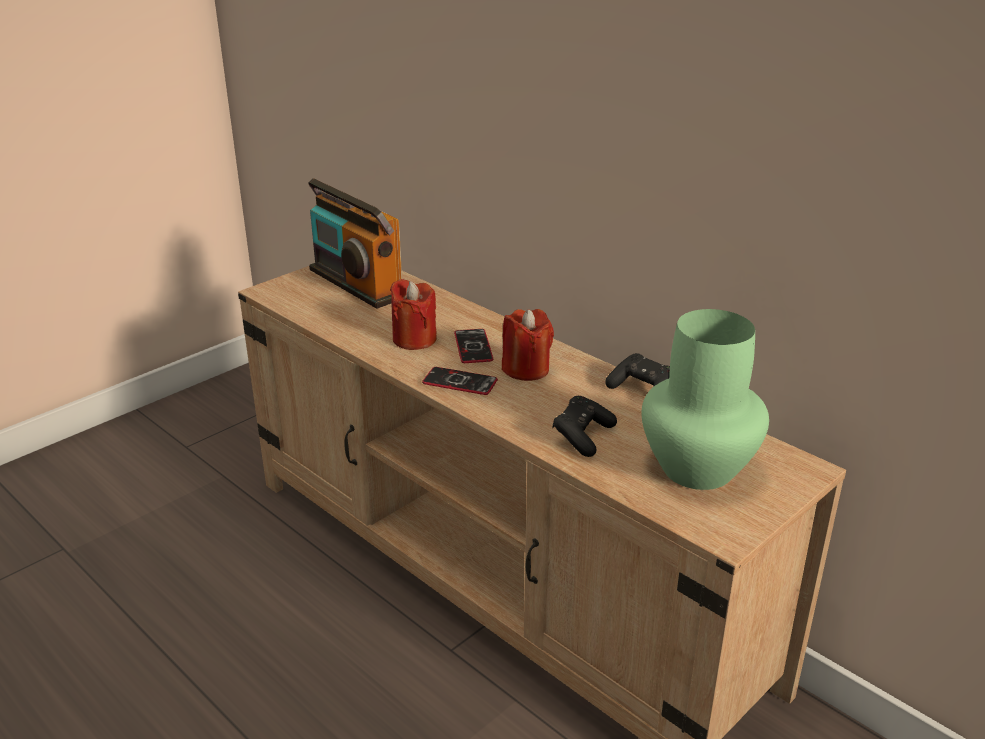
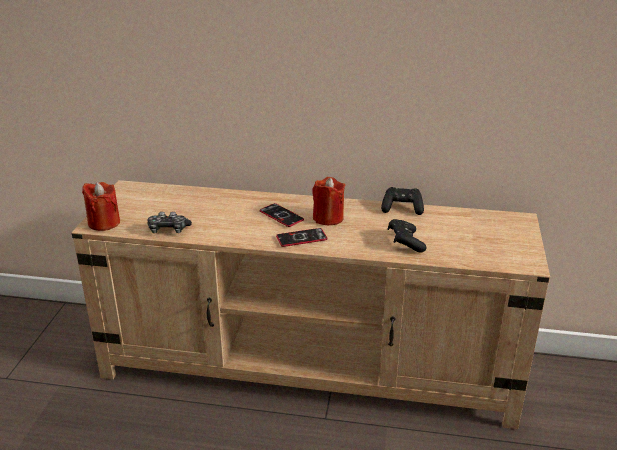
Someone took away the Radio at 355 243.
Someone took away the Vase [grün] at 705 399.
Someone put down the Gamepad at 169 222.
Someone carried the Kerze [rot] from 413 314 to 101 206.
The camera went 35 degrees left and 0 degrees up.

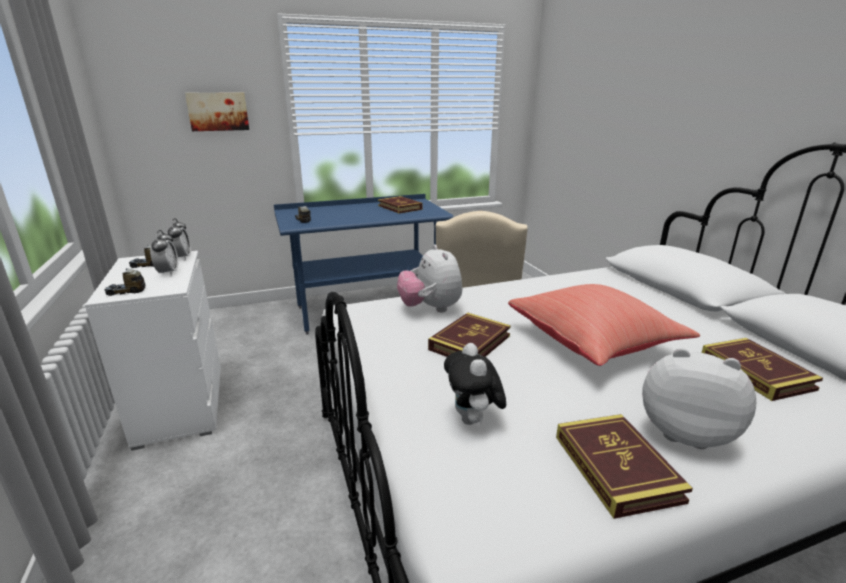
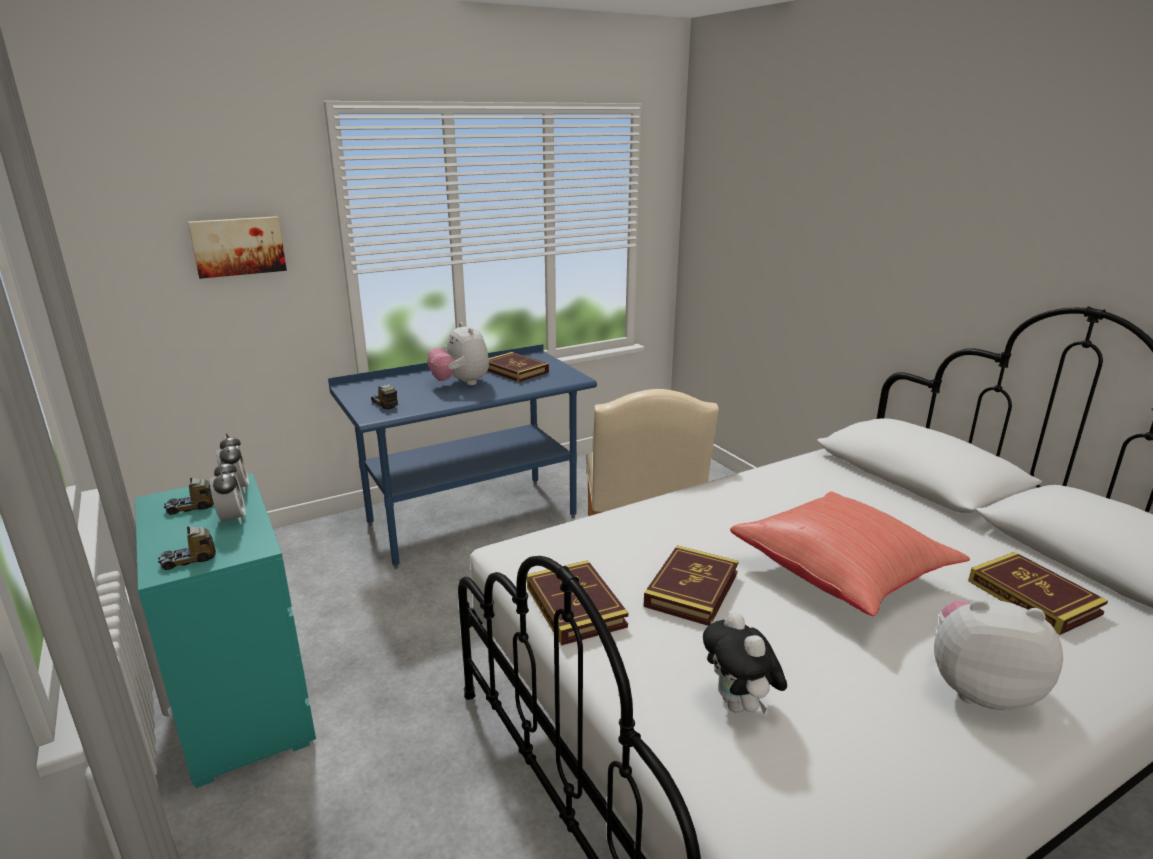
Someone carried the Plüschtier from 429 278 to 458 353.
Someone carried the Buch from 624 466 to 578 603.
Someone repainted the Kommode [weiß] at 153 351, which became the Kommode [türkis] at 225 630.
The camera went 10 degrees left and 0 degrees up.

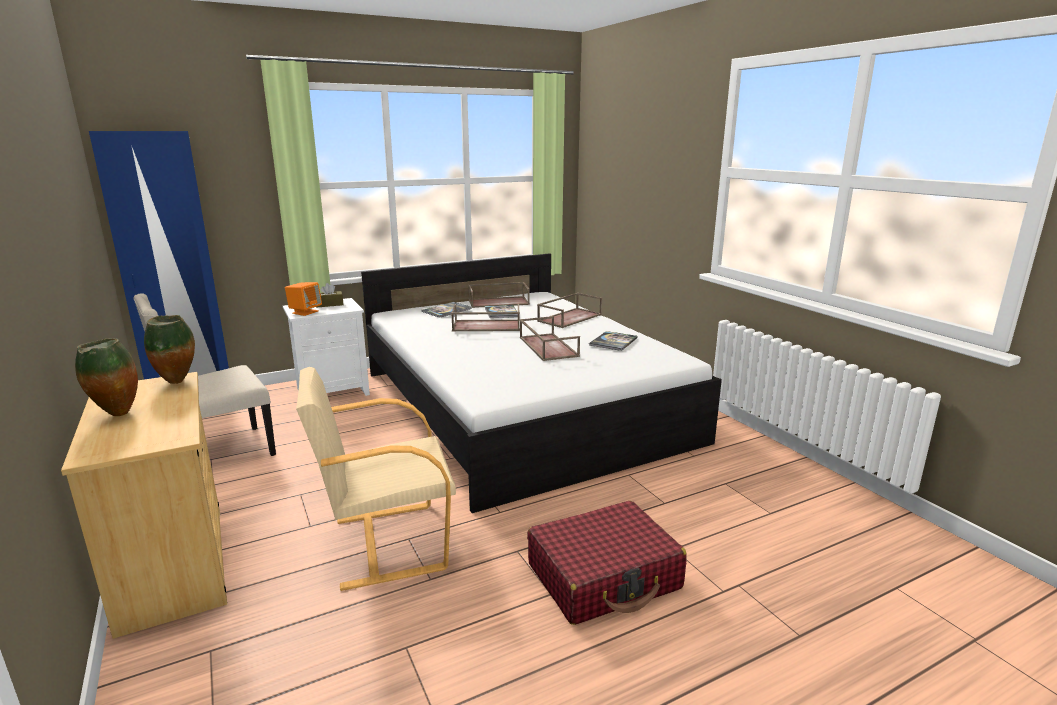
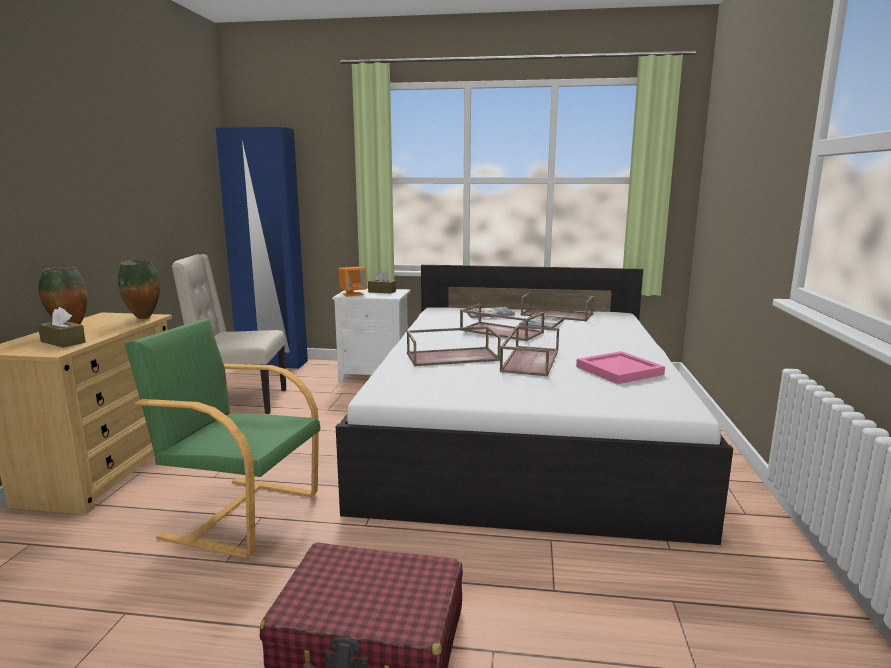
Someone put down the Taschentuchbox [braun] at 62 327.
Someone carried the Tablett [braun] from 569 310 to 454 346.
Someone swapped the Buch at 613 341 for the Tablett [rosa] at 620 367.
Someone repainted the Sessel [beige] at 376 479, which became the Sessel [grün] at 222 438.
The camera went 35 degrees right and 5 degrees down.

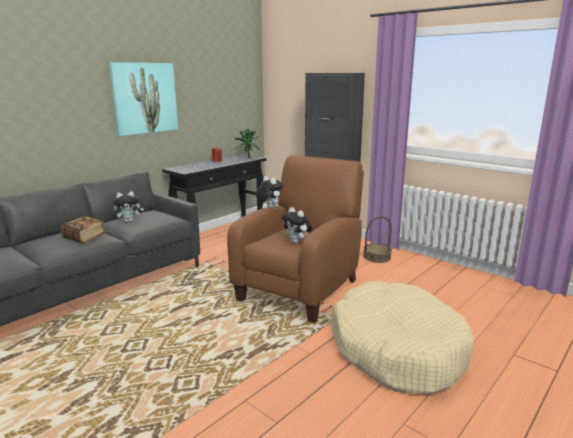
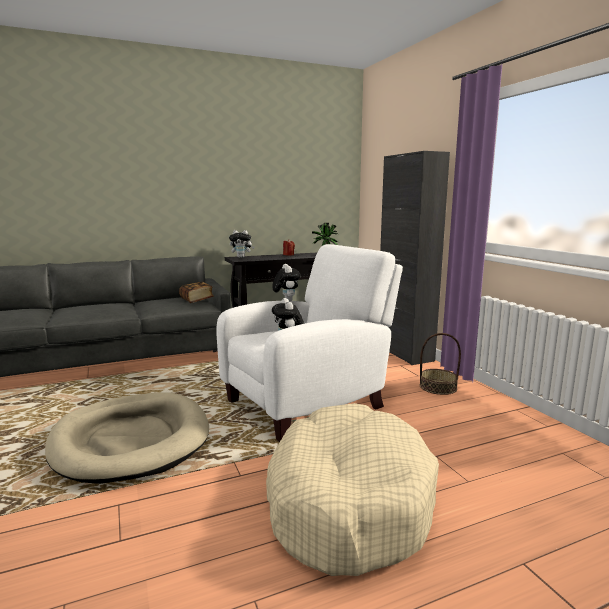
Someone took away the Bild at 143 99.
Someone put down the Hundebett [beige] at 127 438.
Someone carried the Buch from 83 230 to 196 292.
Someone carried the Plüschtier from 128 207 to 242 244.
Someone repainted the Sessel [braun] at 295 239, which became the Sessel [weiß] at 309 343.
The camera went 25 degrees right and 5 degrees down.

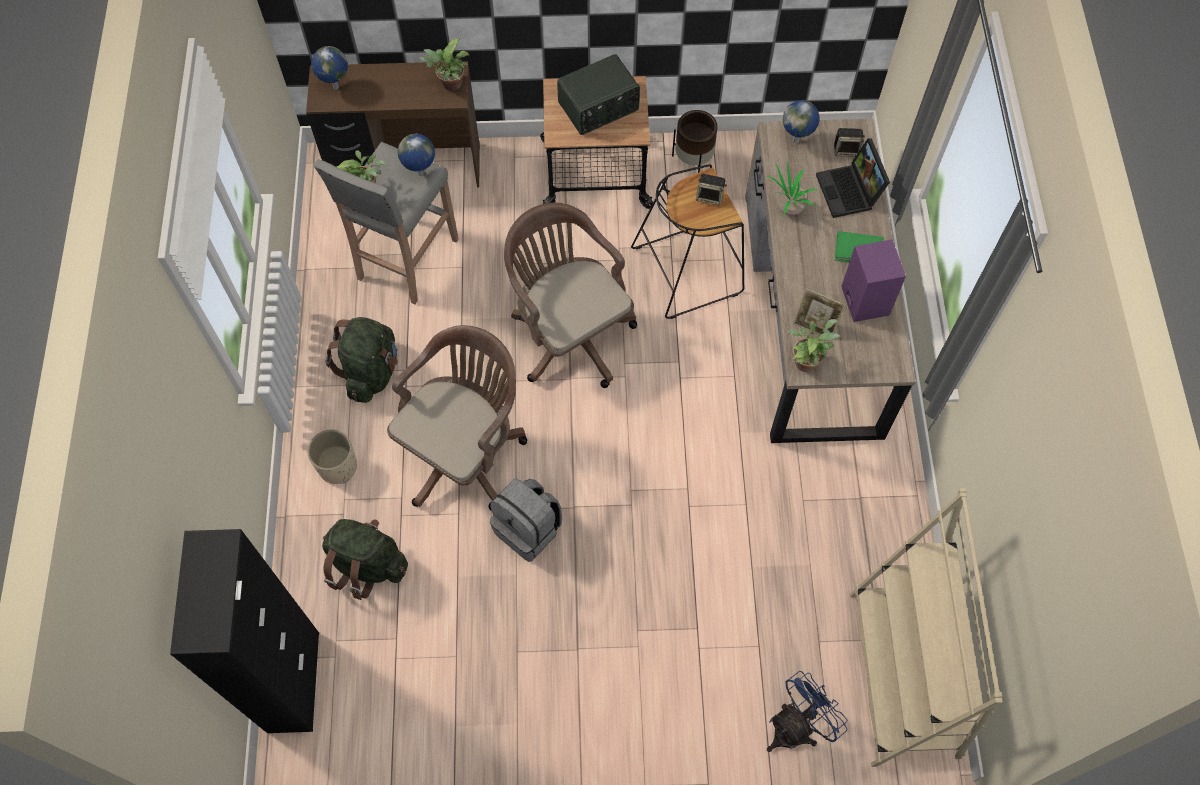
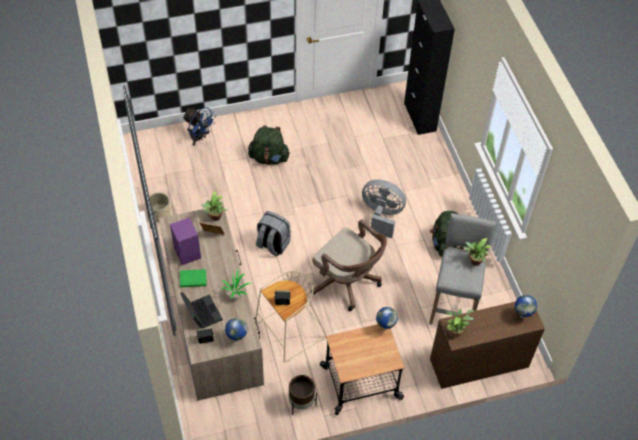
Someone took away the Radio at 598 94.
Someone took away the Bücherregal [beige] at 926 627.
Someone carried the Pflanzkübel [beige] from 332 457 to 160 207.
Someone carried the Rucksack [grün] from 365 559 to 269 145.
Someone carried the Globus from 416 155 to 387 318.
Someone carried the Rucksack [grau] from 526 520 to 273 233.
Someone swapped the Bürostuhl [braun] at 457 417 for the Ventilator [grau] at 384 208.
Someone repainted the Hocker [schwarz] at 687 241, which became the Hocker [beige] at 290 316.
Someone rotated the Ventilator [blau] at 807 711 by 90 degrees counterclockwise.
The camera went 165 degrees right and 10 degrees down.

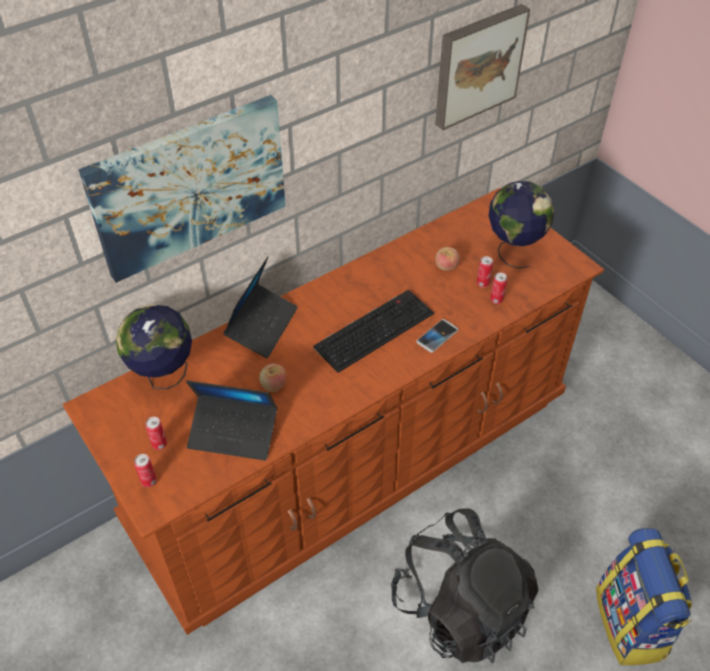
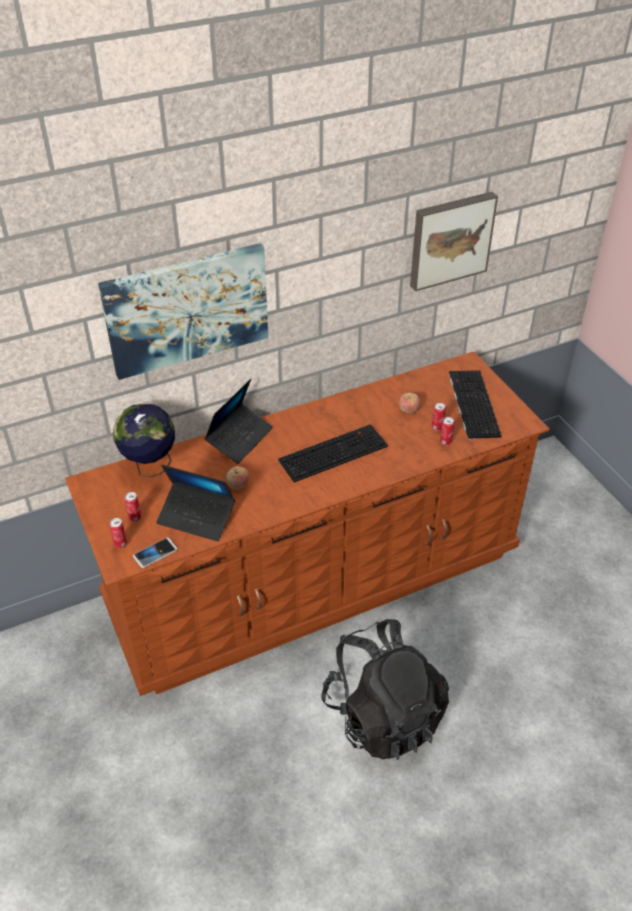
Someone took away the Rucksack at 644 597.
Someone carried the Handy from 437 336 to 155 552.
Someone swapped the Globus at 521 225 for the Tastatur at 475 404.
The camera went 10 degrees right and 5 degrees down.

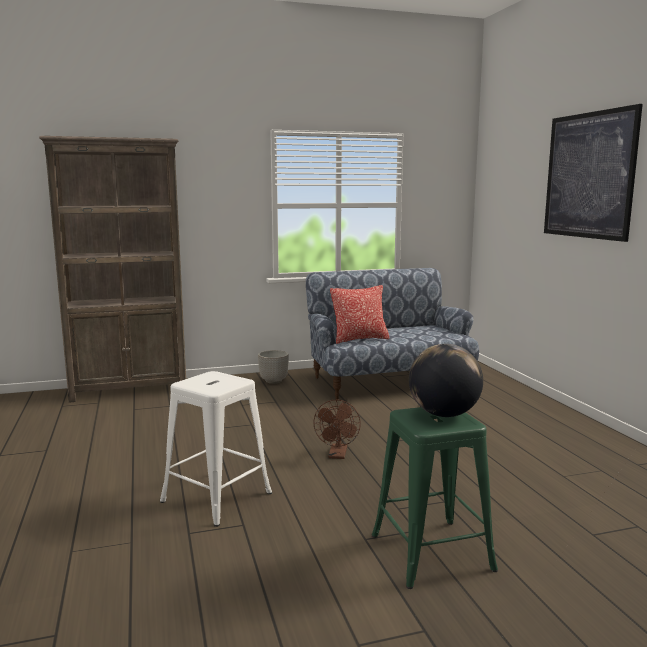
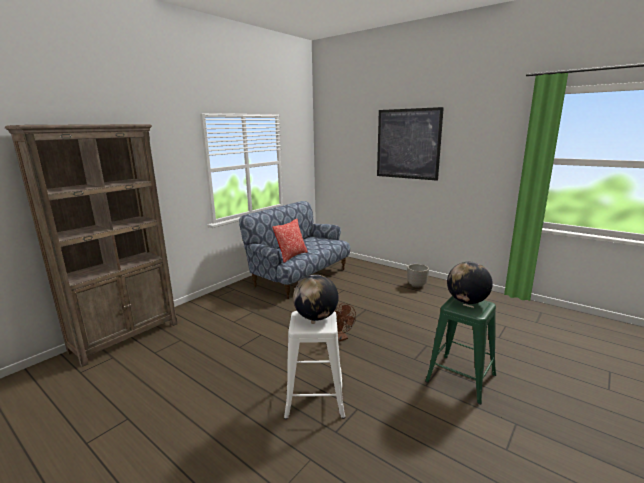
Someone put down the Globus at 316 298.
Someone carried the Pflanzkübel from 273 367 to 418 276.
The camera went 35 degrees left and 5 degrees up.

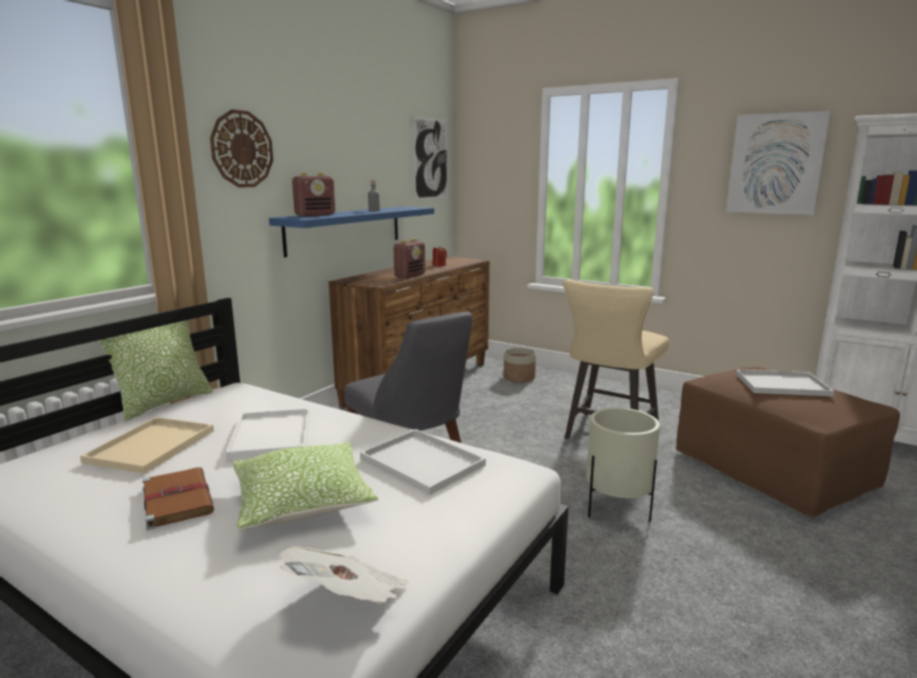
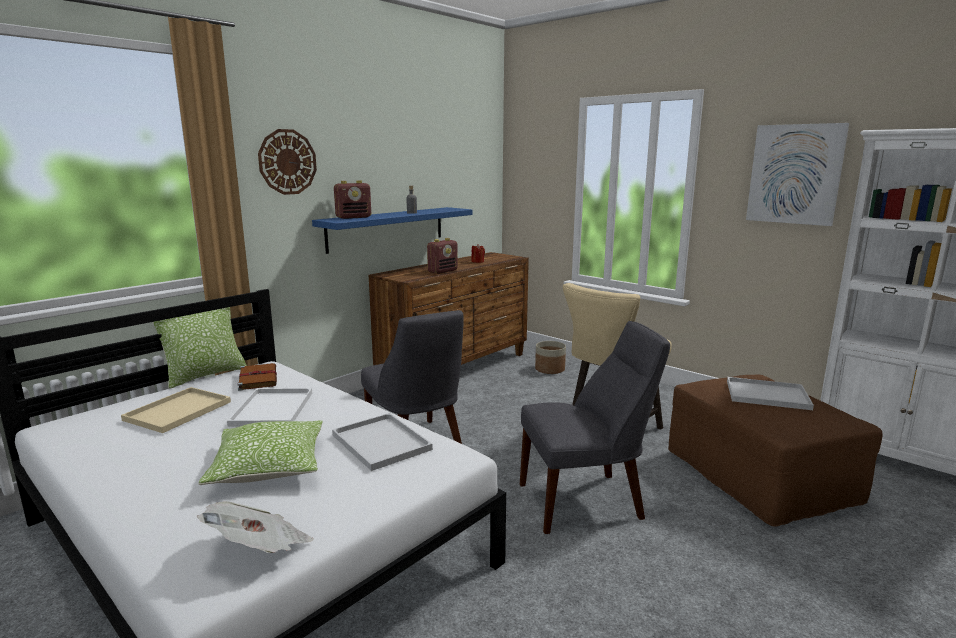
Someone took away the Bild at 430 158.
Someone carried the Buch [braun] from 178 498 to 257 377.
Someone swapped the Pflanzkübel [beige] at 623 465 for the Stuhl [grau] at 595 427.
The camera went 10 degrees right and 0 degrees up.

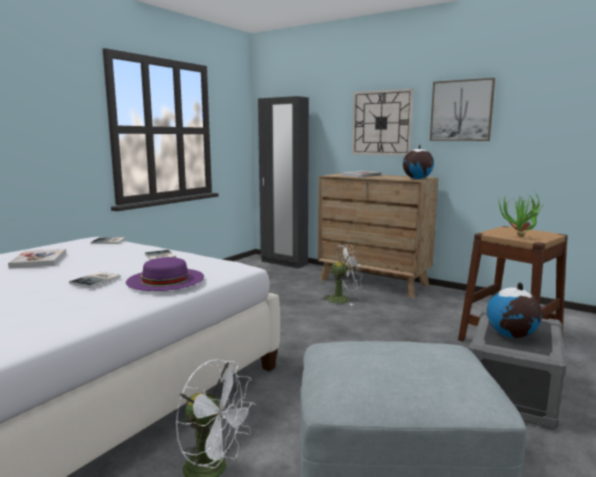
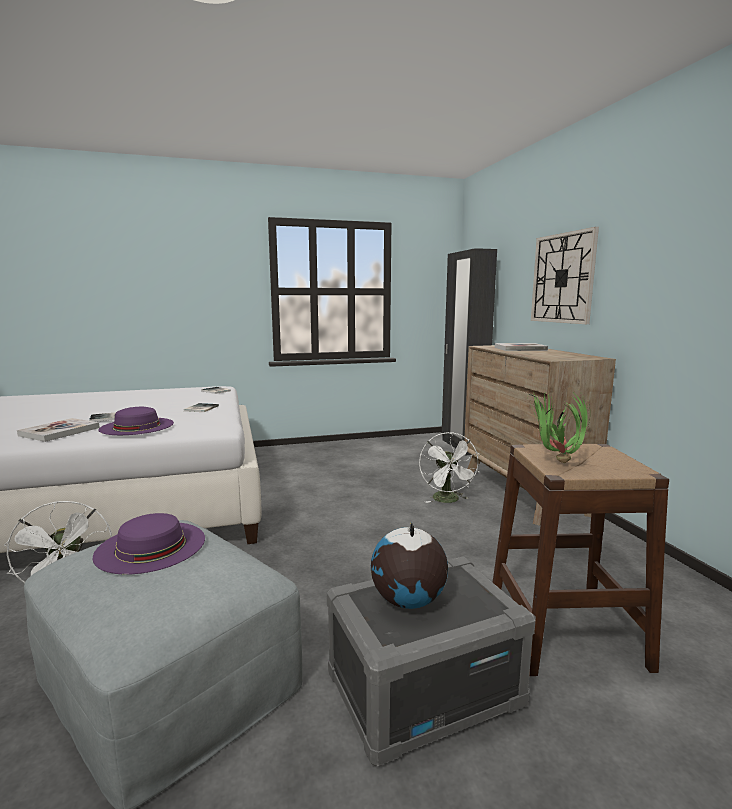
Someone took away the Globus at 418 161.
Someone took away the Bild at 462 109.
Someone put down the Hut [lila] at 149 543.
Someone carried the Buch from 37 259 to 58 430.
Someone rotated the Ventilator [weiß] at 342 274 by 60 degrees clockwise.
The camera went 40 degrees right and 0 degrees up.

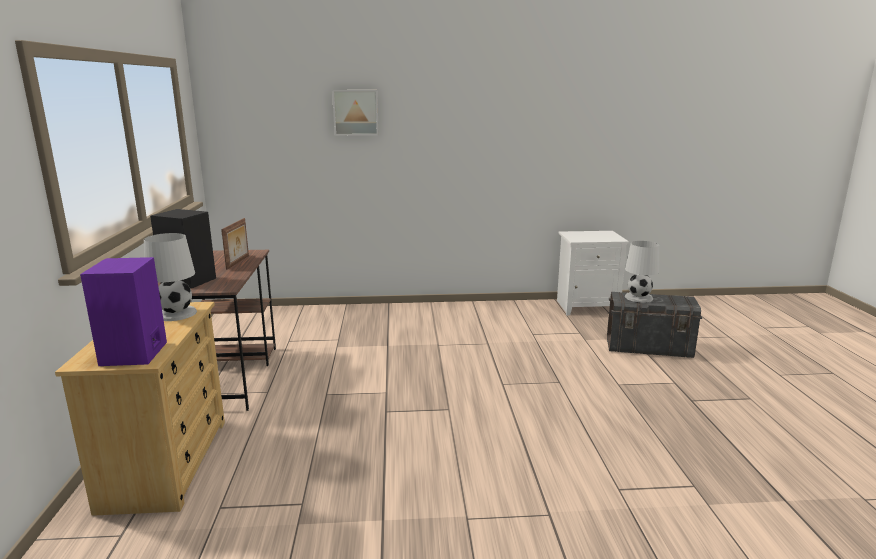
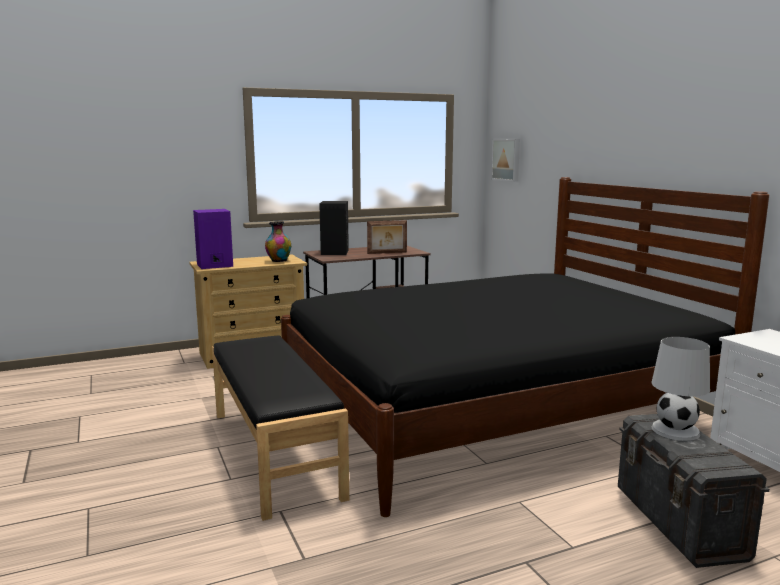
Someone put down the Bank [schwarz] at 280 428.
Someone put down the Bett [schwarz] at 525 347.
Someone carried the Bild from 355 113 to 505 160.
Someone swapped the Tischlampe [weiß] at 170 277 for the Vase at 278 241.
The camera went 70 degrees right and 5 degrees down.

